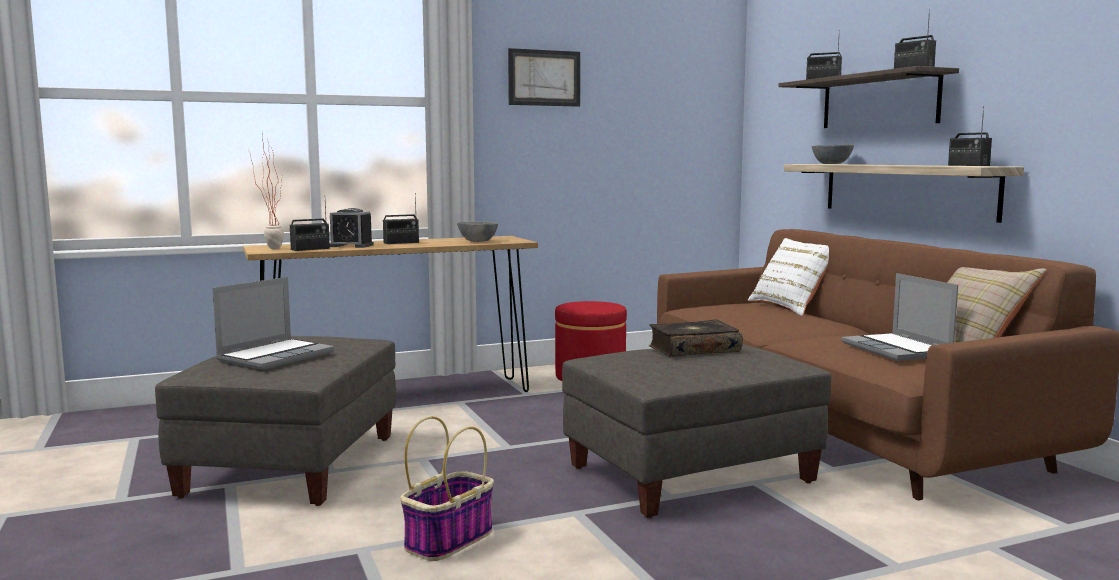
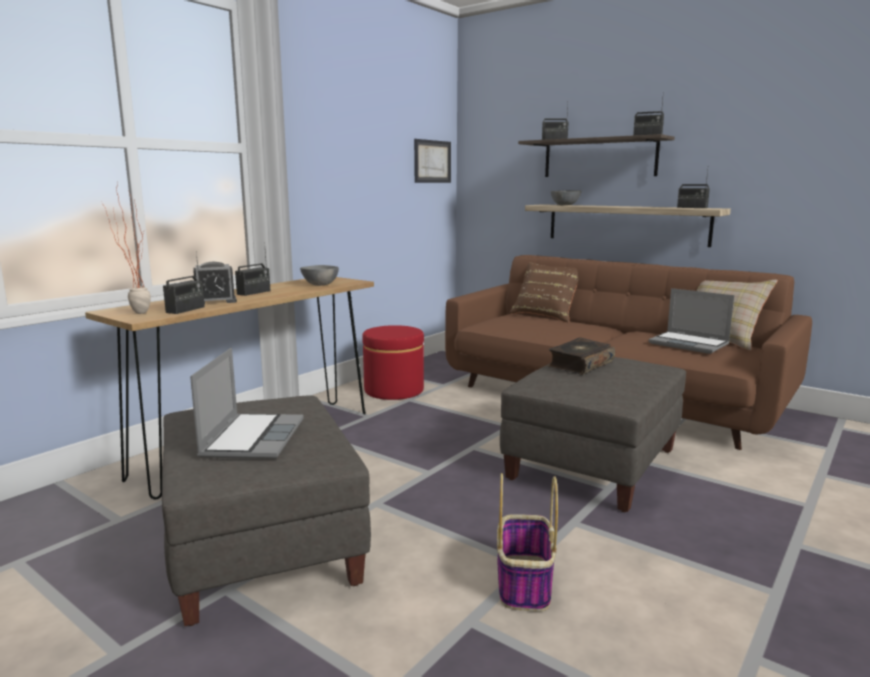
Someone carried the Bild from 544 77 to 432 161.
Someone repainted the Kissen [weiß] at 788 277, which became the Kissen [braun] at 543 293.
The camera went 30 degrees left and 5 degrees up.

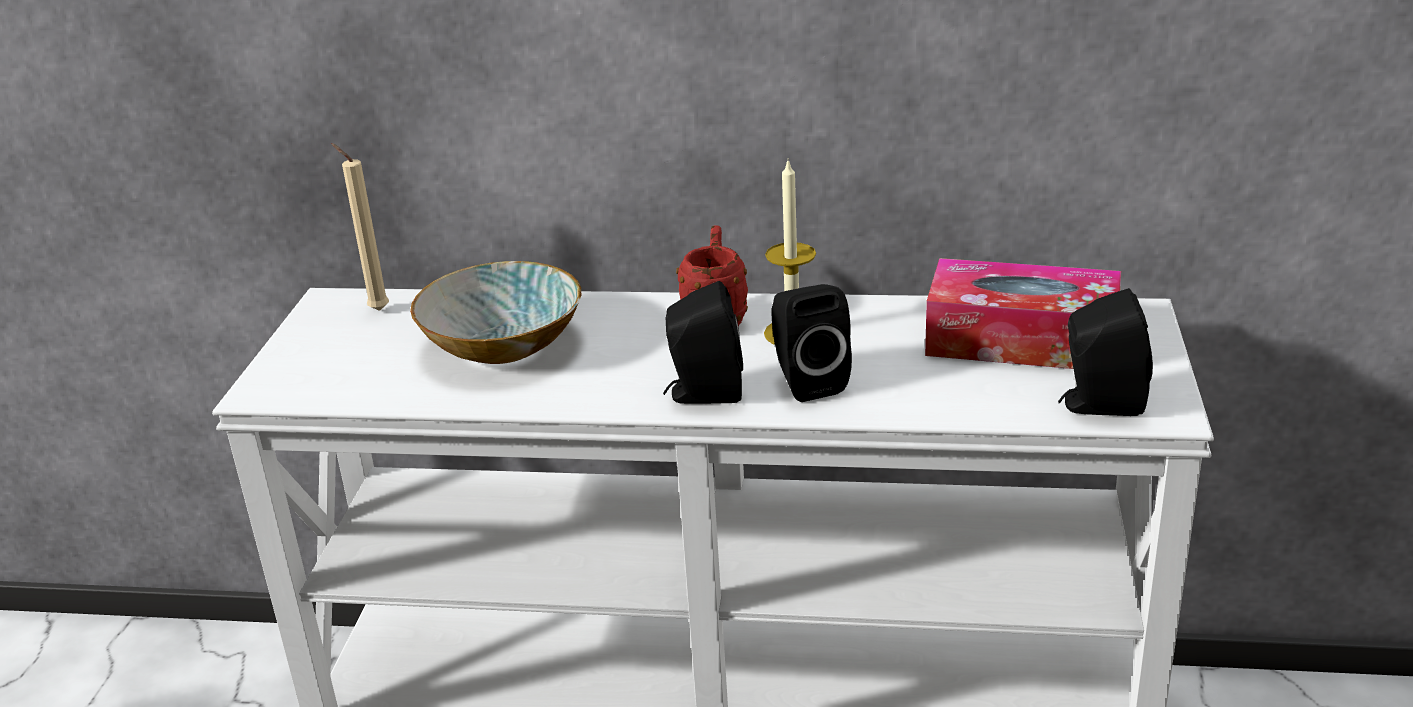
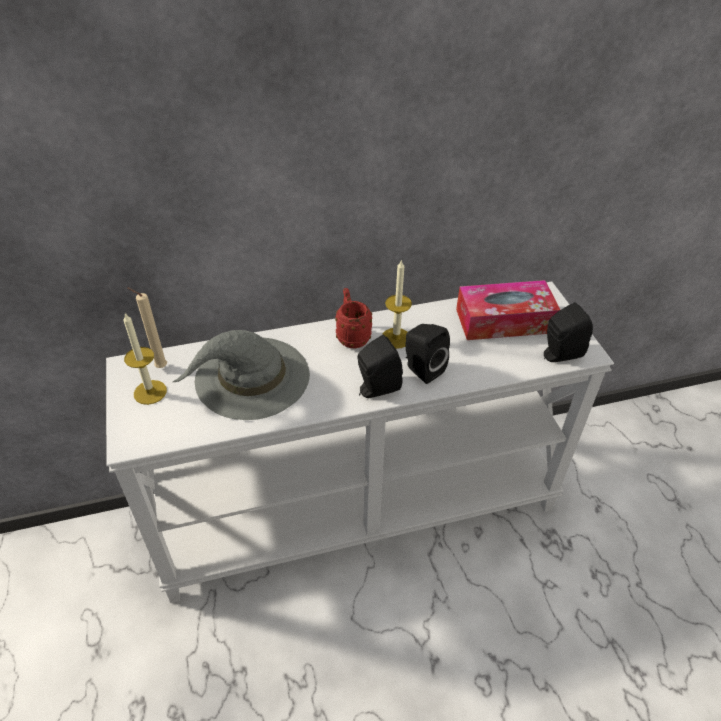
Someone put down the Kerze at 145 359.
Someone swapped the Schüssel at 495 312 for the Hut [grau] at 241 375.
The camera went 25 degrees left and 15 degrees up.

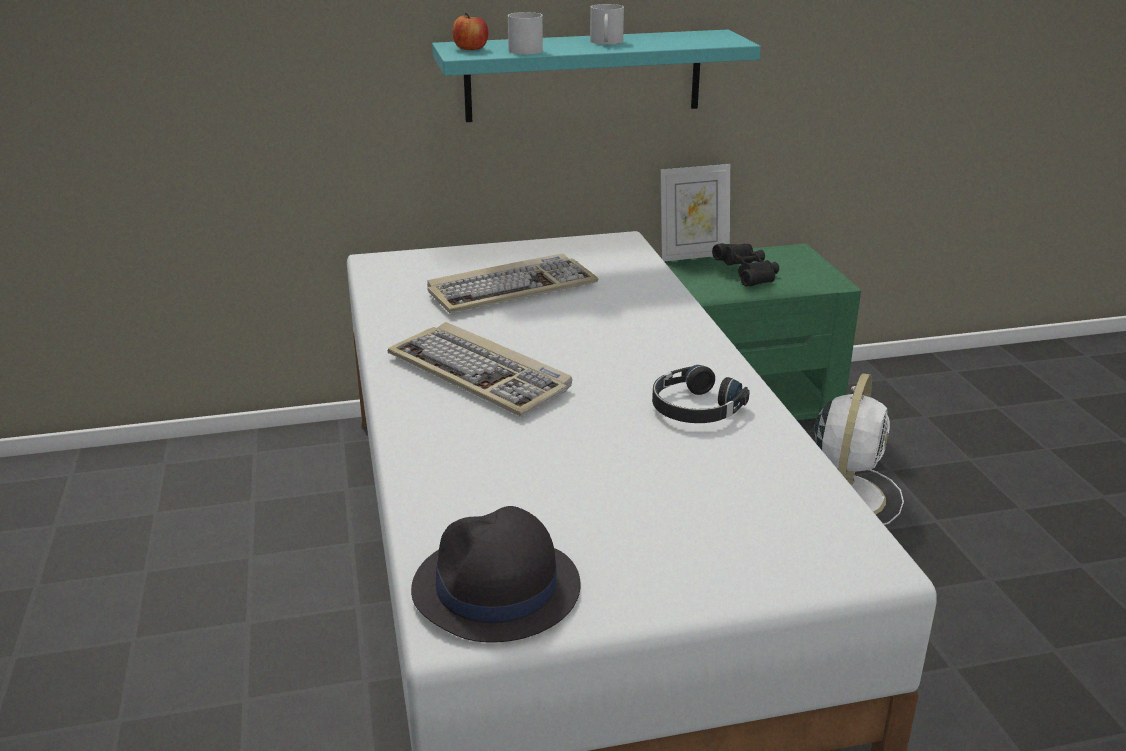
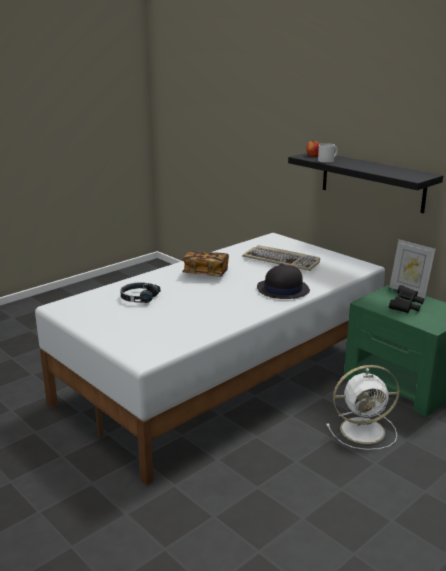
Someone took away the Henkelbecher [weiß] at 607 24.
Someone carried the Hut [schwarz] from 496 574 to 283 281.
Someone carried the Kopfhörer [schwarz] from 701 394 to 140 292.
Someone swapped the Tastatur at 480 369 for the Buch at 205 264.
Someone repainted the Wandregal [türkis] at 596 76, which became the Wandregal [schwarz] at 365 183.
The camera went 60 degrees right and 5 degrees down.

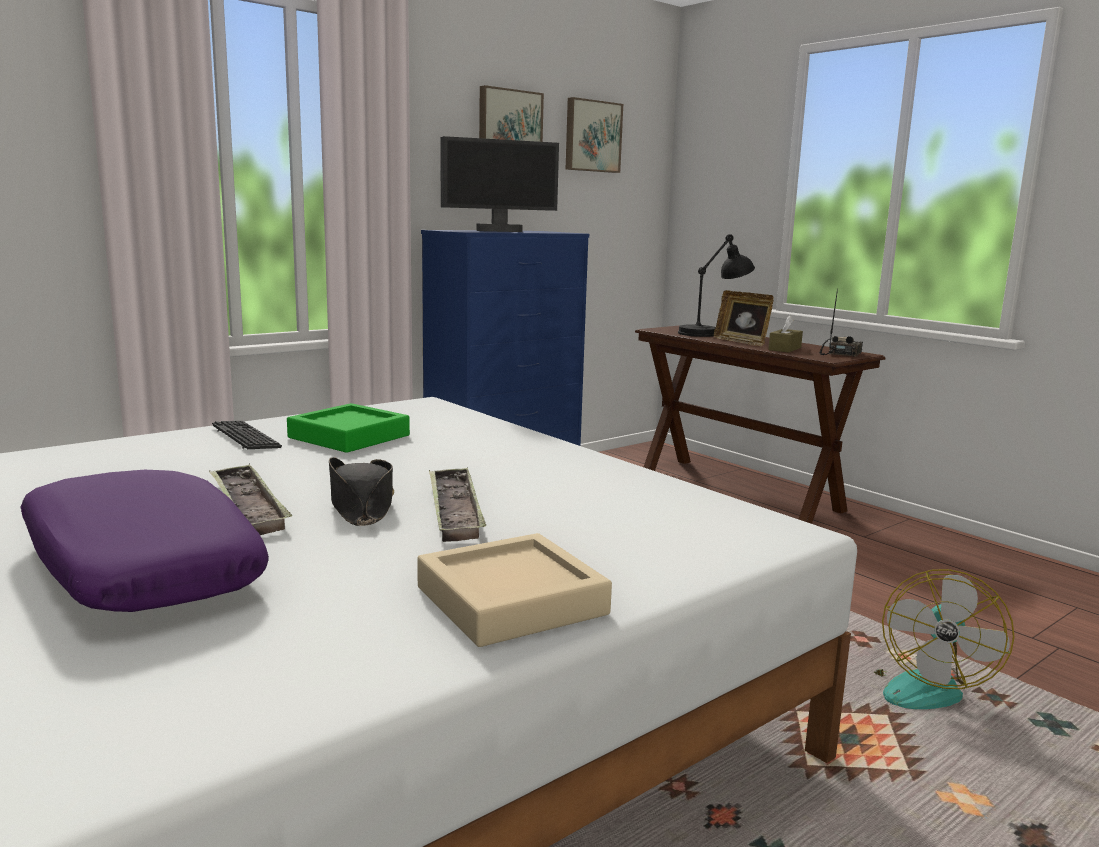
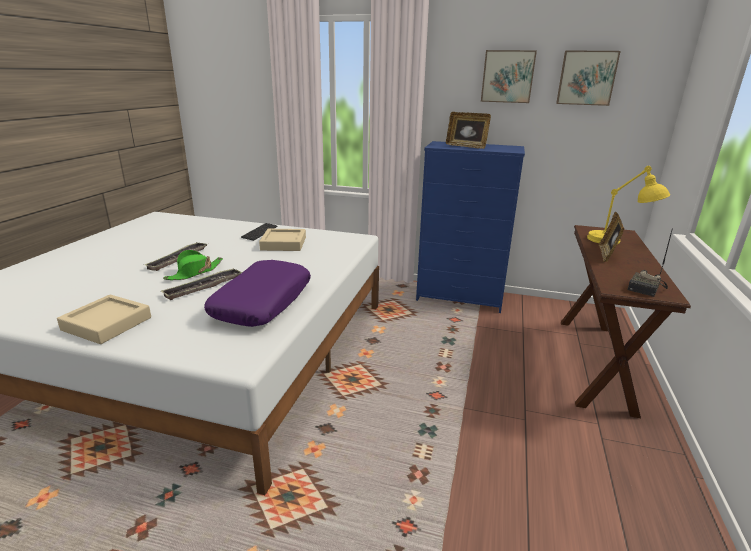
Someone took away the Taschentuchbox [braun] at 785 333.
Someone took away the Ventilator at 943 639.
Someone carried the Kissen [lila] from 144 541 to 257 293.
Someone swapped the Monitor at 500 184 for the Bilderrahmen at 468 130.
Someone repainted the Tablett [grün] at 348 428, which became the Tablett [beige] at 282 240.
Someone repainted the Hut [schwarz] at 361 491, which became the Hut [grün] at 193 265.
Someone repainted the Tischlampe [schwarz] at 716 285, which became the Tischlampe [gelb] at 628 205.
Someone rotated the Radio at 841 323 by 135 degrees clockwise.
The camera went 55 degrees right and 10 degrees up.

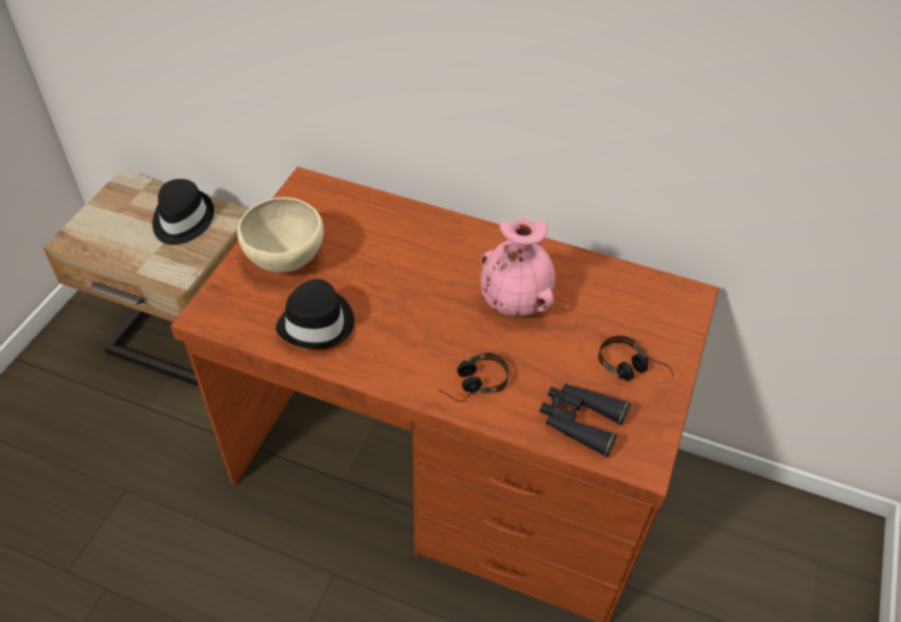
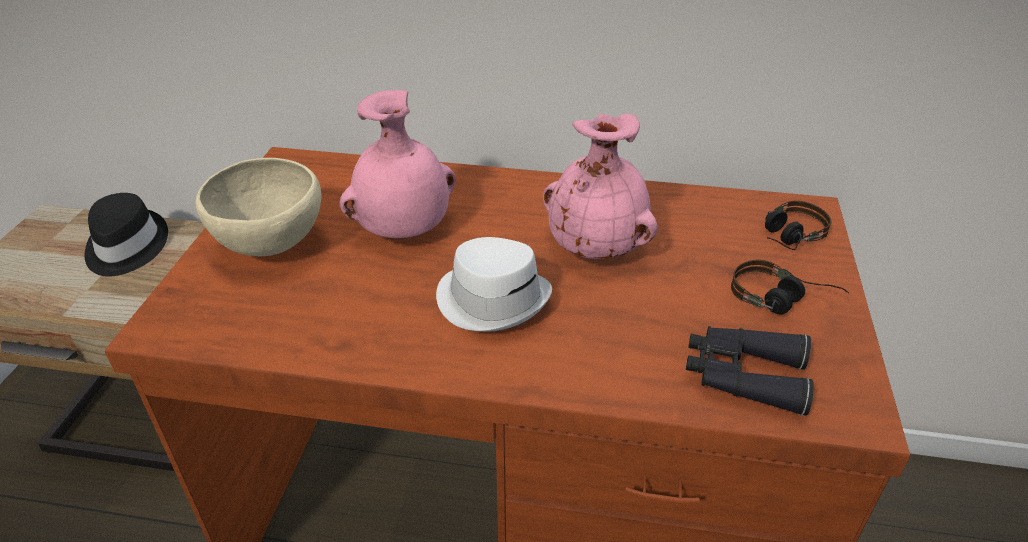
Someone took away the Hut [schwarz] at 315 314.
Someone put down the Vase [rosa] at 398 164.
Someone put down the Hut [weiß] at 494 284.
Someone carried the Kopfhörer from 473 377 to 798 225.
The camera went 10 degrees left and 10 degrees down.

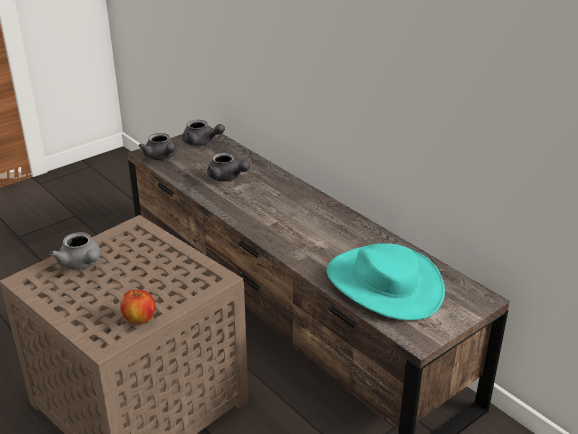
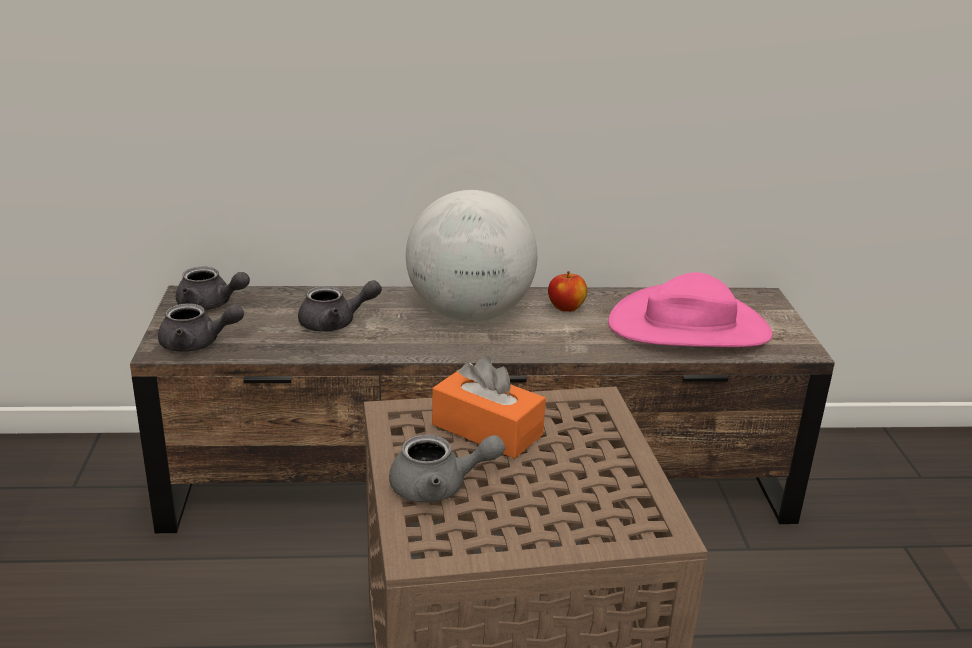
Someone put down the Globus at 471 256.
Someone put down the Taschentuchbox [orange] at 489 407.
Someone carried the Apfel from 137 307 to 567 291.
Someone repainted the Hut [türkis] at 386 281, which became the Hut [rosa] at 690 309.
Someone rotated the Teekanne [grau] at 203 133 by 45 degrees clockwise.
The camera went 55 degrees left and 5 degrees down.

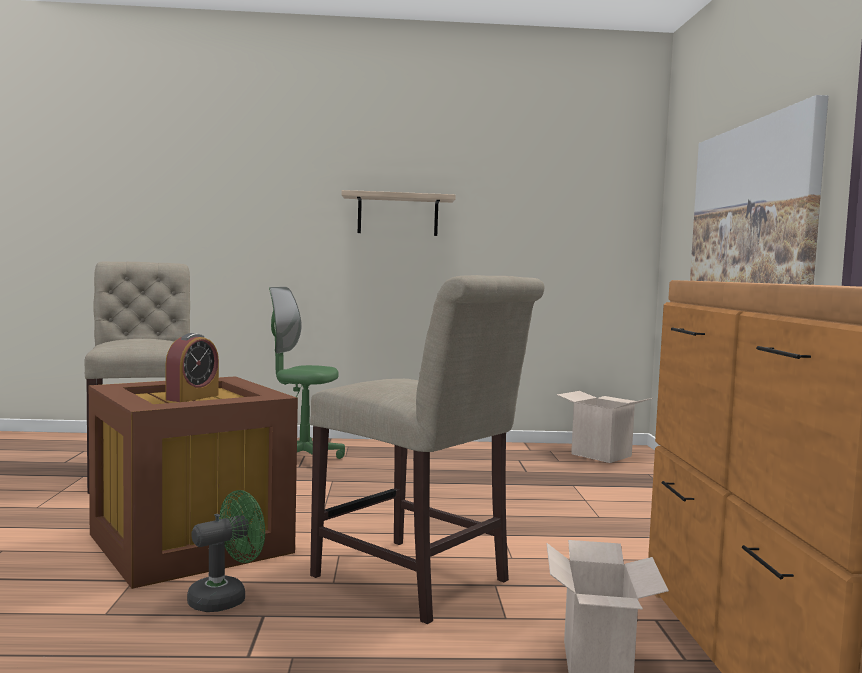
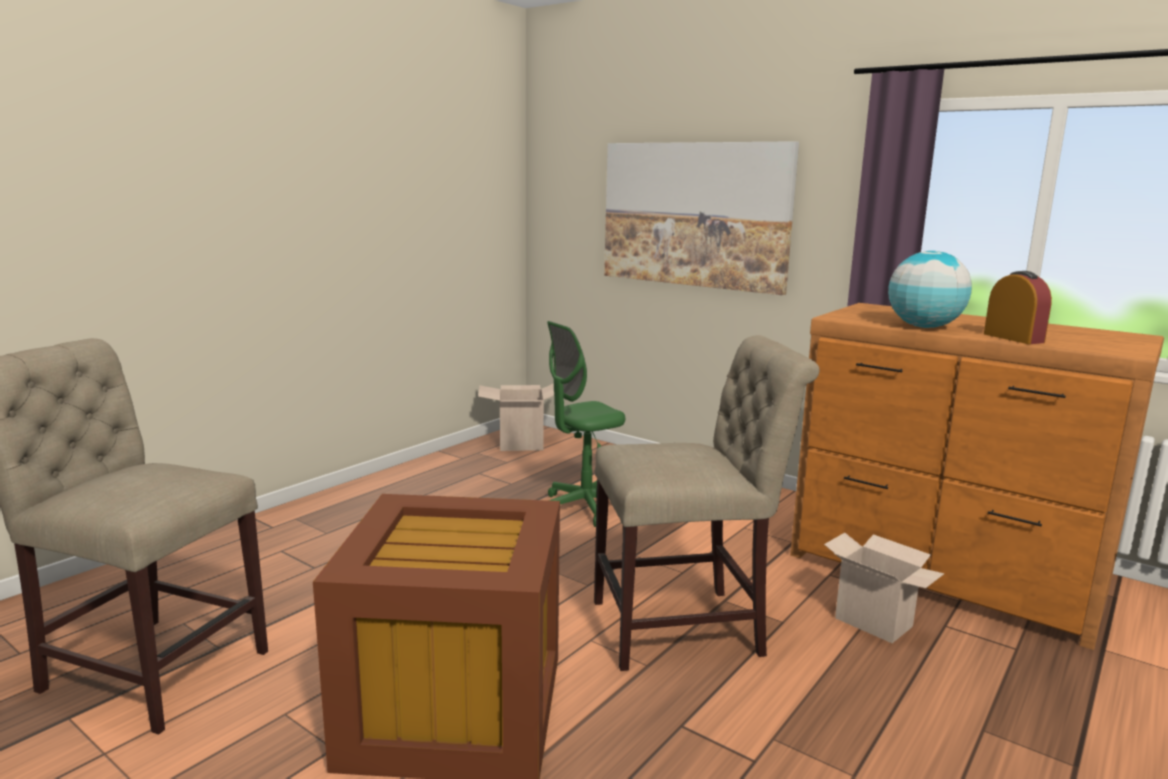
Someone took away the Ventilator [grün] at 226 551.
Someone took away the Wandregal at 398 213.
Someone put down the Globus at 930 289.
Someone carried the Wecker from 192 367 to 1018 307.
Someone carried the Bürostuhl [grün] from 307 373 to 586 424.
The camera went 50 degrees left and 10 degrees up.

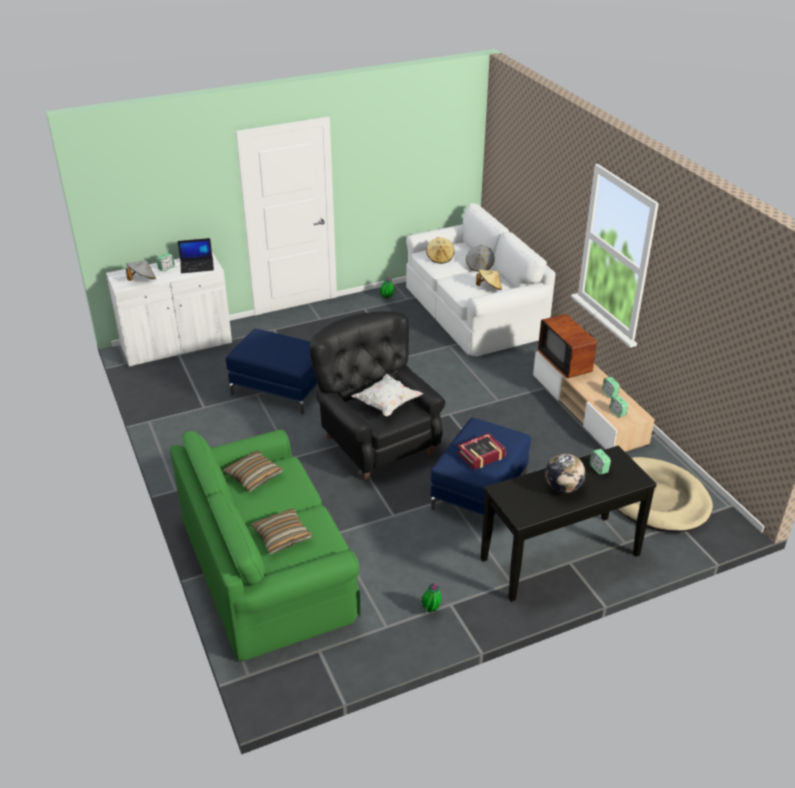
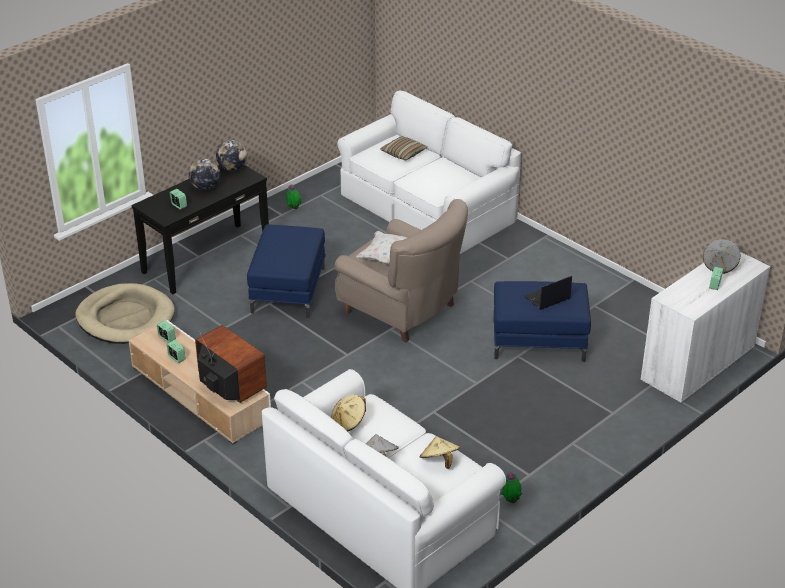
Someone took away the Kissen at 253 471.
Someone took away the Buch at 481 451.
Someone put down the Globus at 231 155.
Someone carried the Laptop from 196 255 to 548 293.
Someone repainted the Sofa [grün] at 265 545, which became the Sofa [weiß] at 429 172.
Someone repainted the Sessel [schwarz] at 377 396, which became the Sessel [beige] at 401 271.
The camera went 160 degrees right and 0 degrees up.

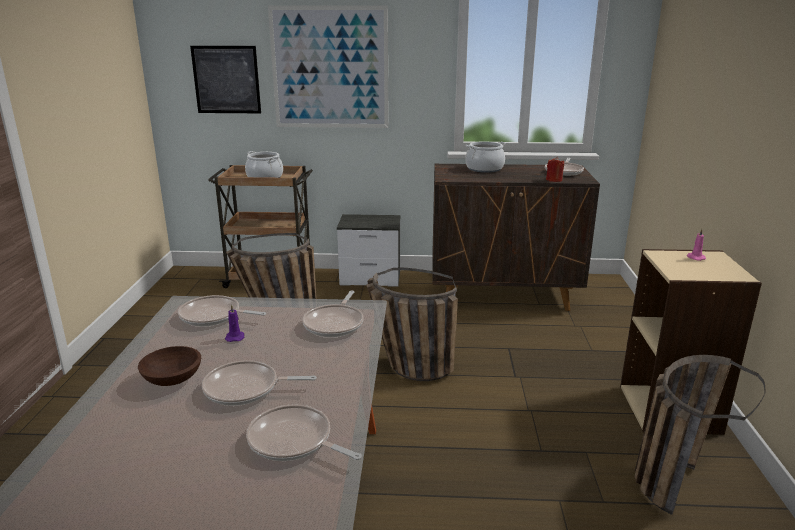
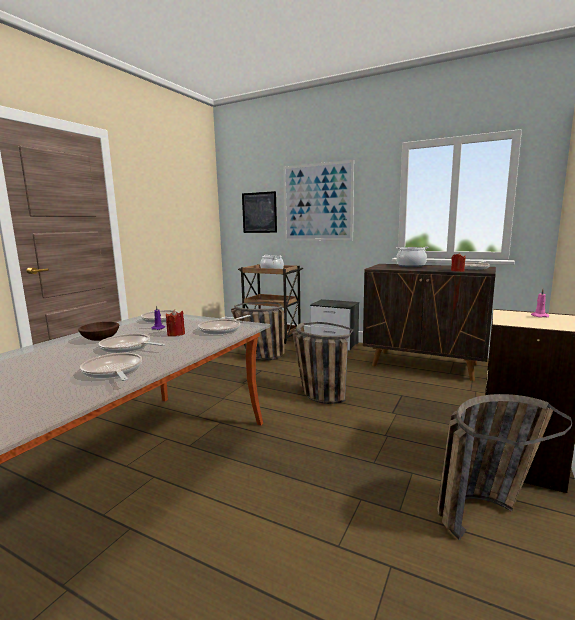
Someone put down the Kerze [rot] at 175 322.
The camera went 25 degrees right and 10 degrees down.

